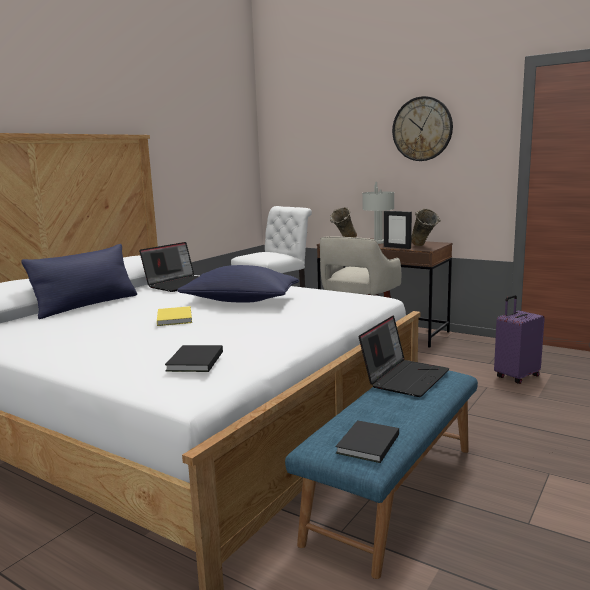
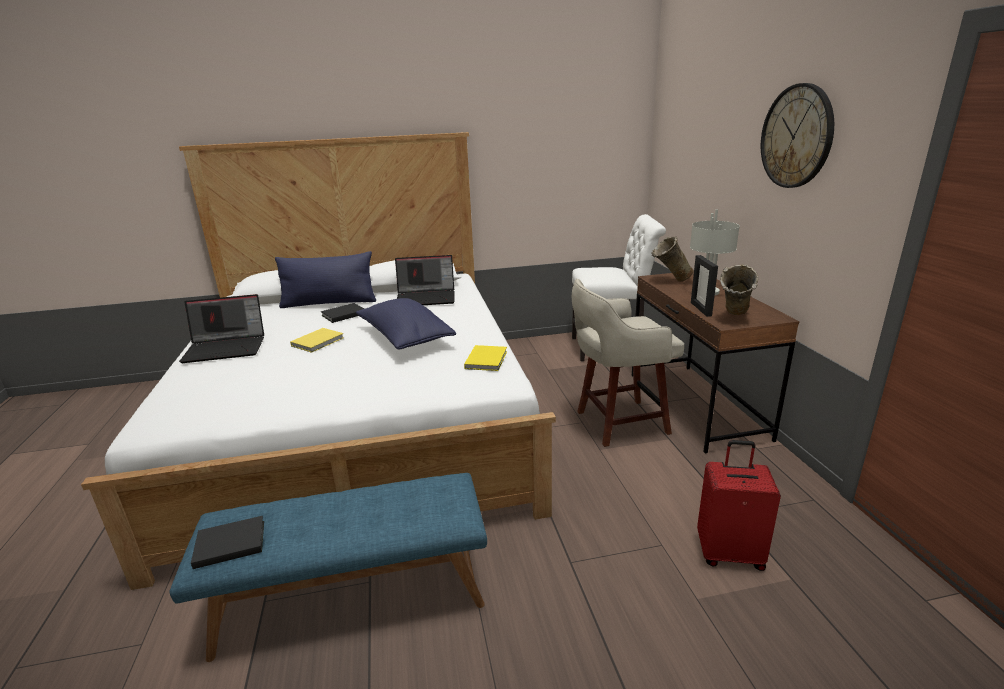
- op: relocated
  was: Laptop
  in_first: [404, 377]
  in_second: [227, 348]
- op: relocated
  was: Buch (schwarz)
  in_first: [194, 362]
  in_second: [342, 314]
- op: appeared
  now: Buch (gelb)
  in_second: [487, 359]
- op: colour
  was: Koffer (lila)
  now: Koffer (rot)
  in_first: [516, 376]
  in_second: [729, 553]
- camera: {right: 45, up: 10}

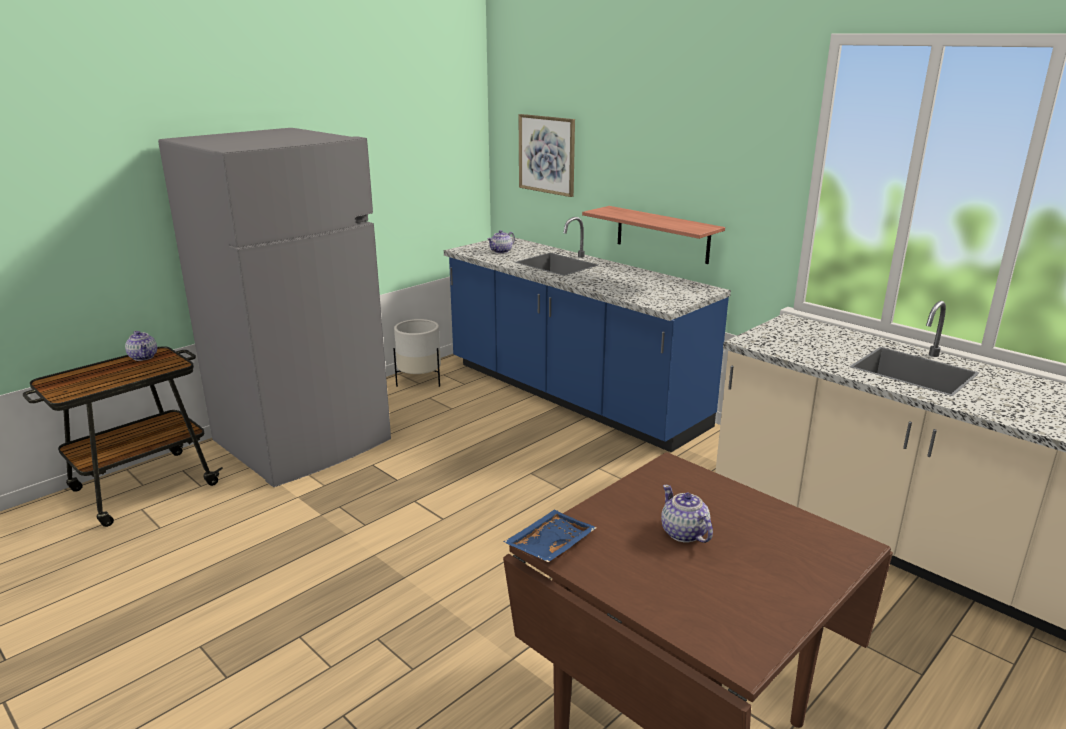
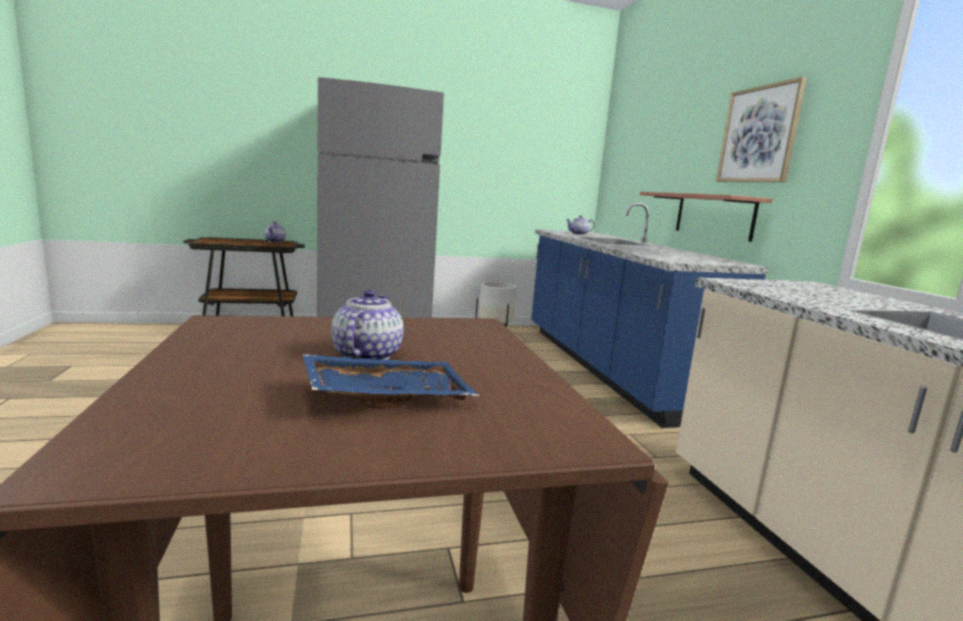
- op: relocated
  was: Tablett (blau)
  in_first: [549, 545]
  in_second: [388, 396]
- op: relocated
  was: Bild
  in_first: [547, 154]
  in_second: [759, 135]
- camera: {right: 30, up: -10}

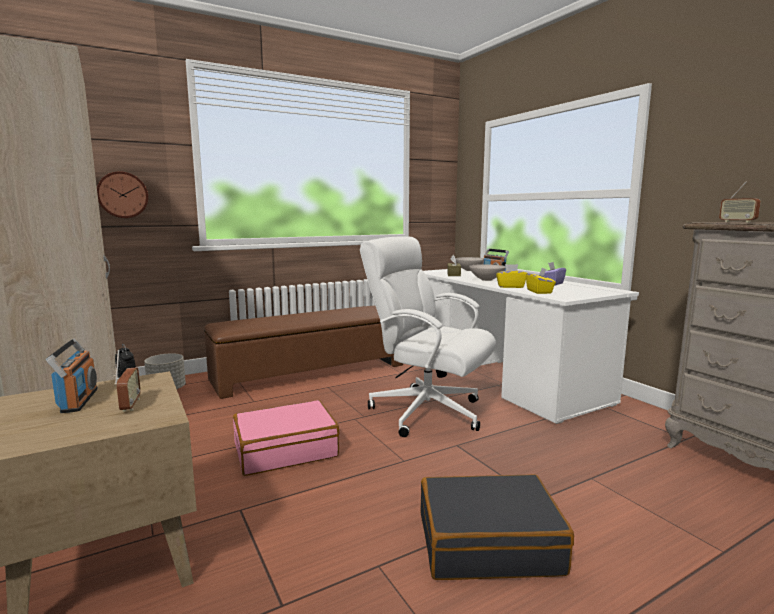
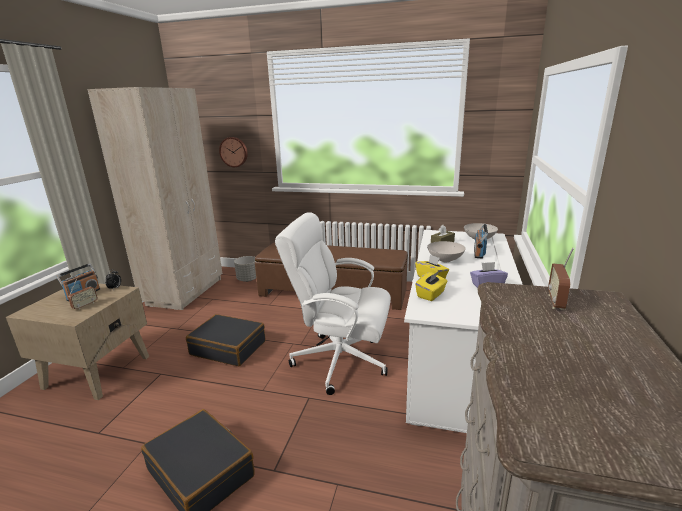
- op: colour
  was: Koffer (rosa)
  now: Koffer (schwarz)
  in_first: [285, 450]
  in_second: [228, 348]
- op: spun
  was: Bürostuhl (weiß)
  in_first: [427, 412]
  in_second: [340, 361]
  clockwise: -60
- camera: {right: 45, up: 10}

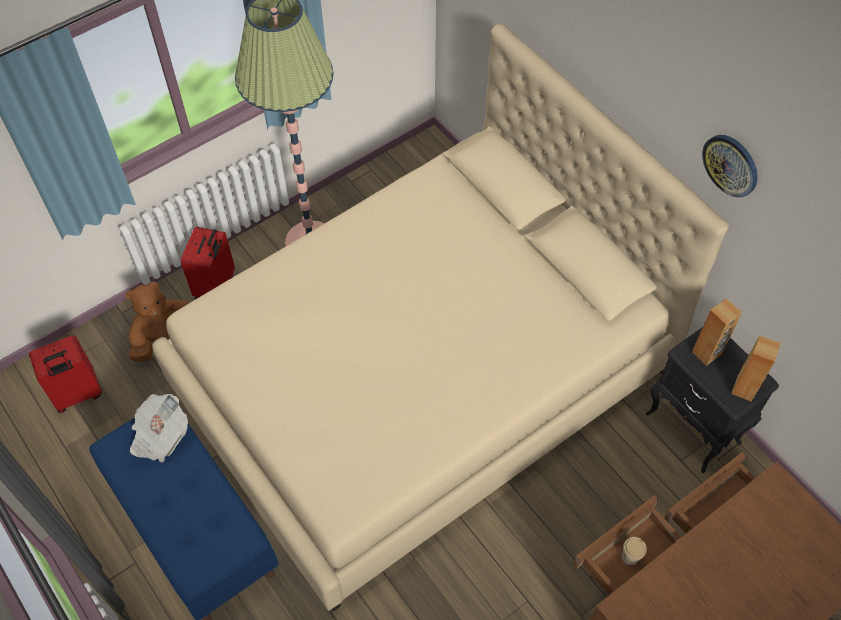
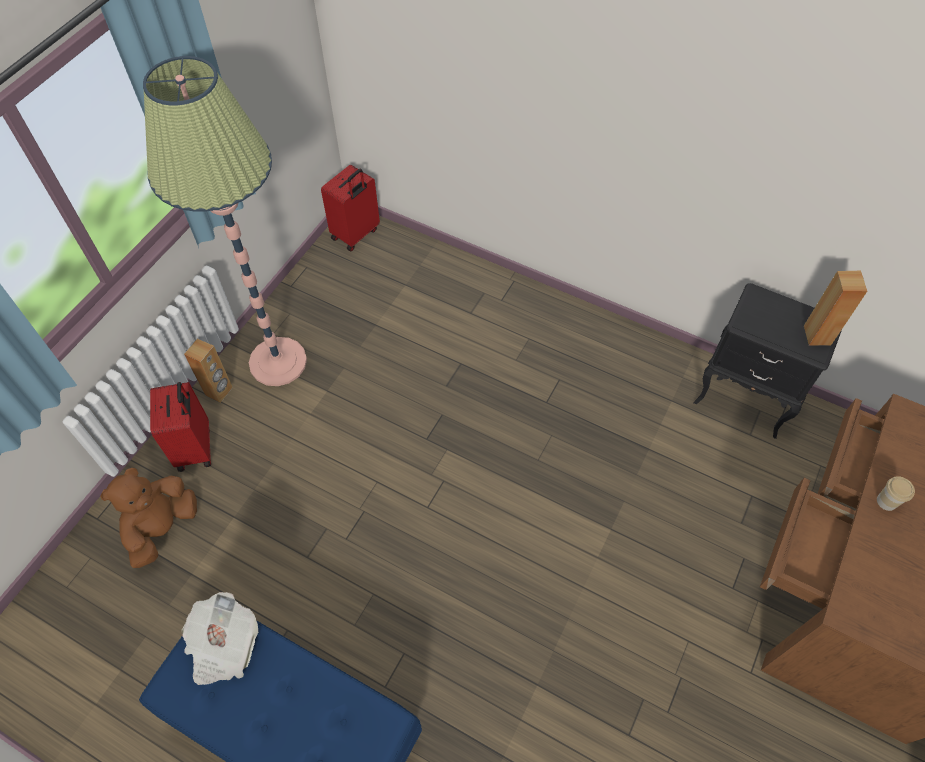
- op: relocated
  was: Lautsprecher (braun)
  in_first: [707, 353]
  in_second: [219, 391]
- op: relocated
  was: Koffer (rot)
  in_first: [77, 394]
  in_second: [356, 234]
- op: relocated
  was: Tasse
  in_first: [630, 557]
  in_second: [886, 501]
- op: missing
  was: Bett (beige)
  in_first: [422, 377]
- op: missing
  was: Wanduhr
  in_first: [731, 165]
- camera: {right: -25, up: 0}

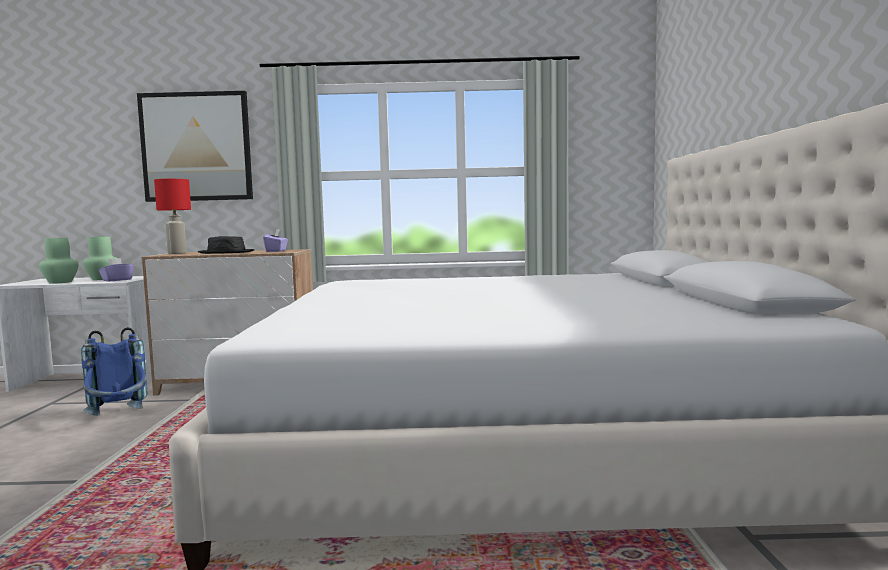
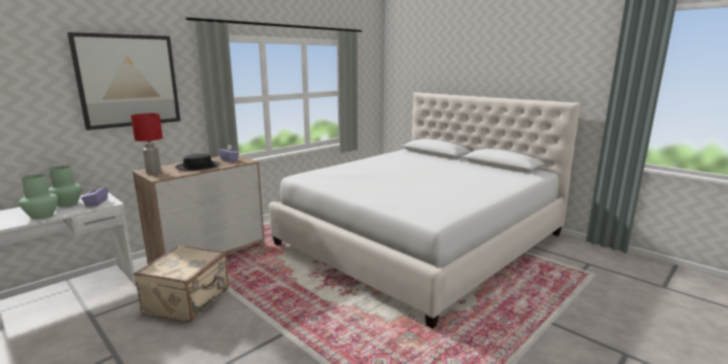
- op: exchanged
  was: Rucksack (blau)
  now: Koffer (beige)
  in_first: [118, 417]
  in_second: [189, 301]
- camera: {right: -45, up: 10}

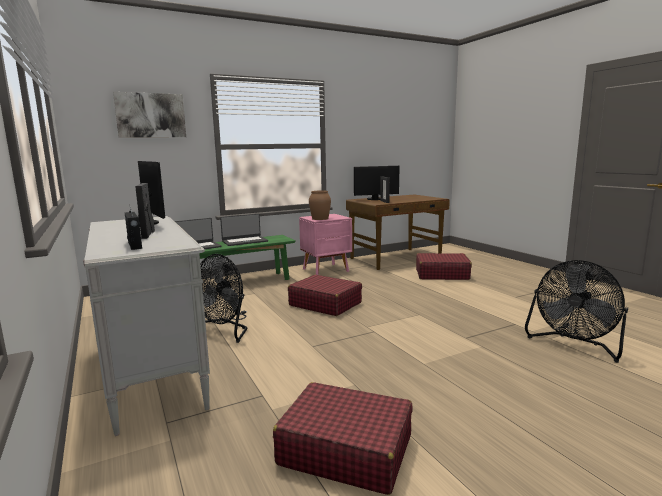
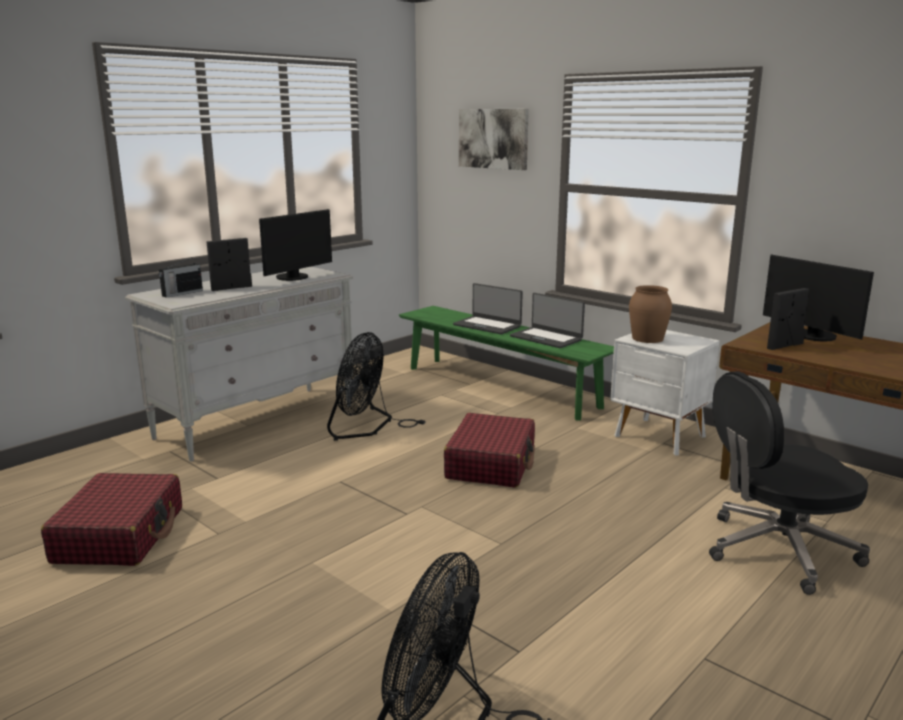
- op: colour
  was: Nachttisch (rosa)
  now: Nachttisch (weiß)
  in_first: [326, 270]
  in_second: [660, 437]
- op: exchanged
  was: Koffer (rot)
  now: Bürostuhl (schwarz)
  in_first: [441, 274]
  in_second: [777, 550]
- camera: {right: 70, up: 5}

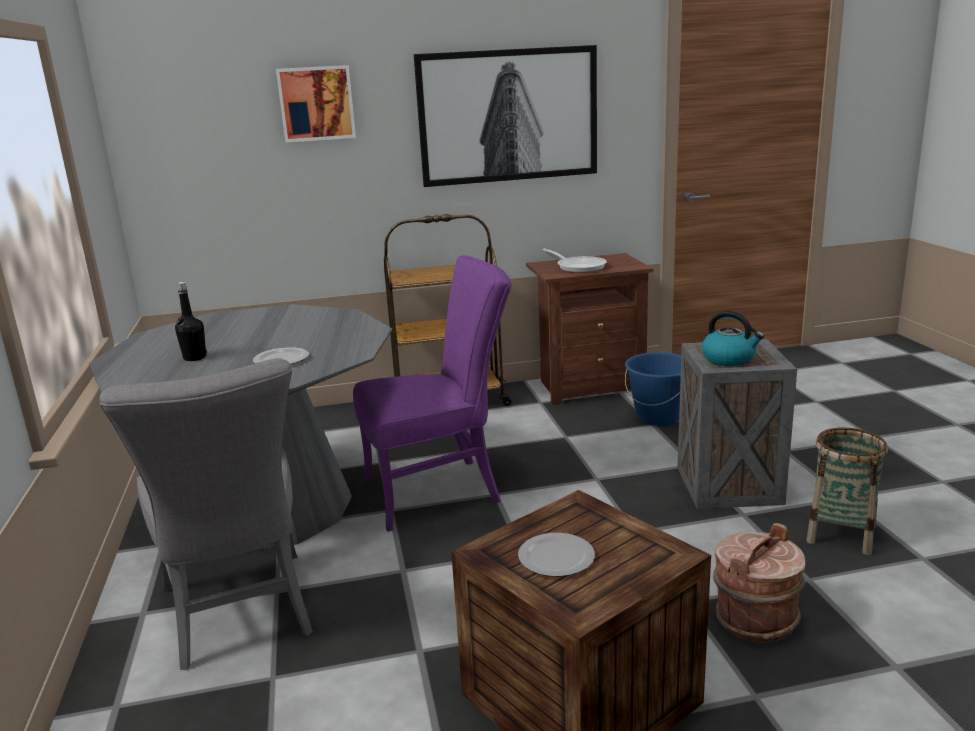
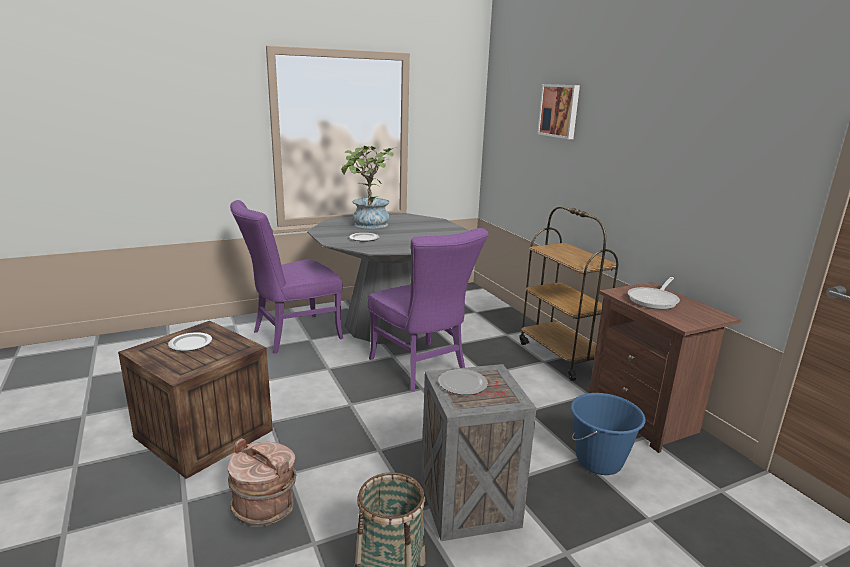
- op: colour
  was: Stuhl (grau)
  now: Stuhl (lila)
  in_first: [241, 615]
  in_second: [291, 335]
- op: exchanged
  was: Flasche (schwarz)
  now: Topfpflanze
  in_first: [195, 357]
  in_second: [368, 225]
- op: exchanged
  was: Wasserkessel
  now: Teller
  in_first: [729, 359]
  in_second: [463, 384]
- op: missing
  was: Bild
  in_first: [508, 116]
- camera: {right: 75, up: 0}

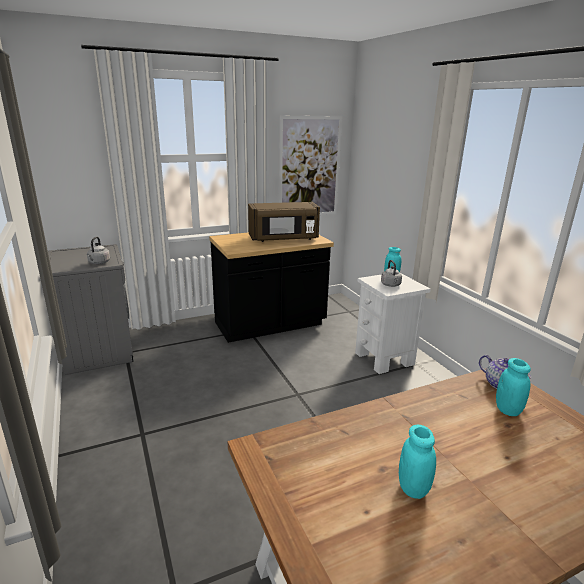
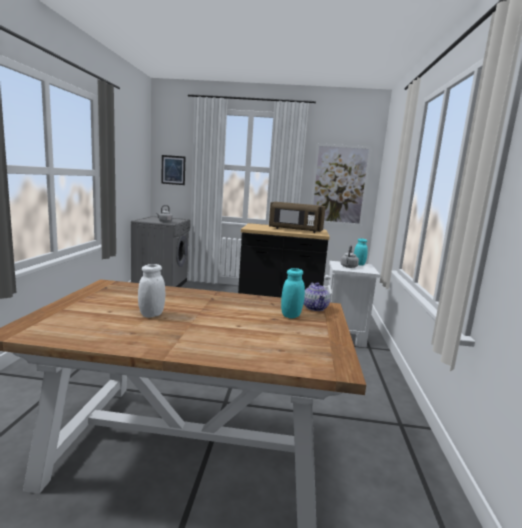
- op: colour
  was: Vorratsglas (türkis)
  now: Vorratsglas (weiß)
  in_first: [413, 488]
  in_second: [151, 314]
- op: appeared
  now: Bild
  in_second: [173, 170]
- camera: {right: 30, up: -10}

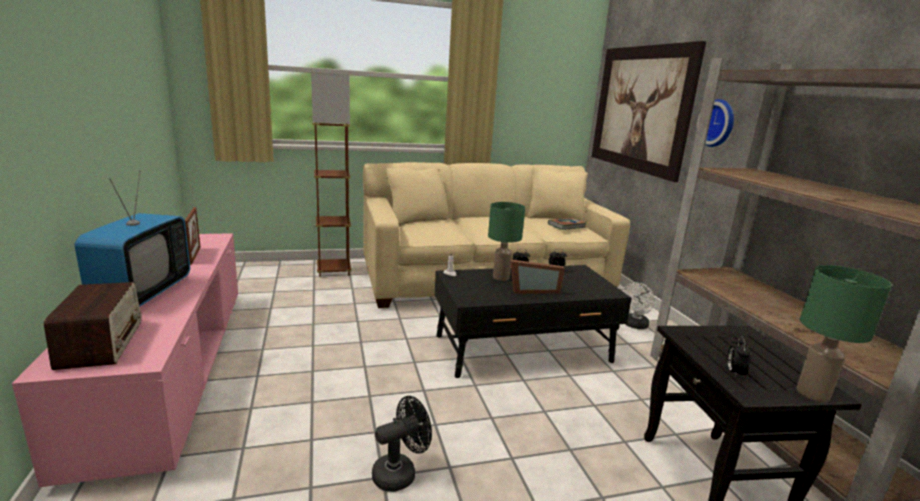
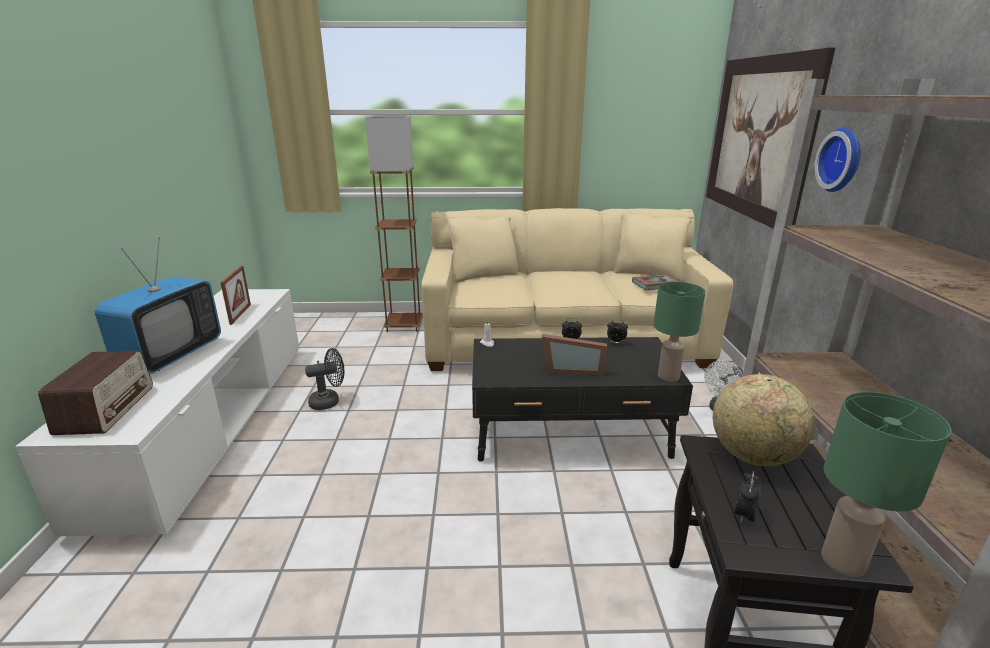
- op: colour
  was: Fernsehschrank (rosa)
  now: Fernsehschrank (weiß)
  in_first: [169, 366]
  in_second: [210, 423]
- op: relocated
  was: Ventilator (schwarz)
  in_first: [400, 473]
  in_second: [329, 401]
- op: relocated
  was: Tischlampe (grün)
  in_first: [501, 277]
  in_second: [668, 376]
- op: appeared
  now: Globus
  in_second: [753, 456]
- camera: {right: 15, up: 5}

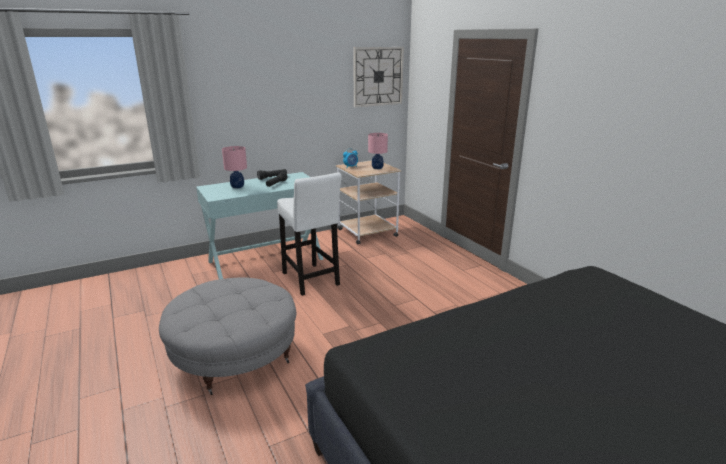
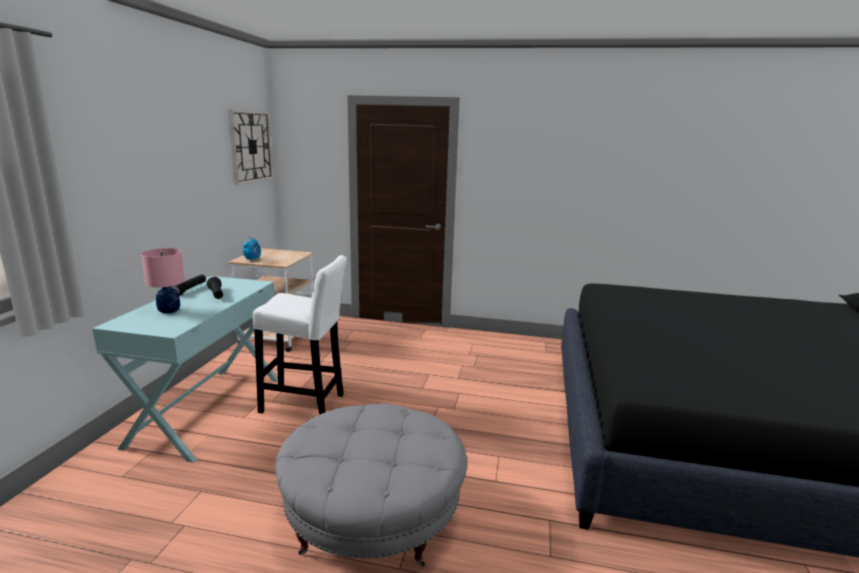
- op: missing
  was: Tischlampe (rosa)
  in_first: [377, 168]
- camera: {right: -50, up: -5}

